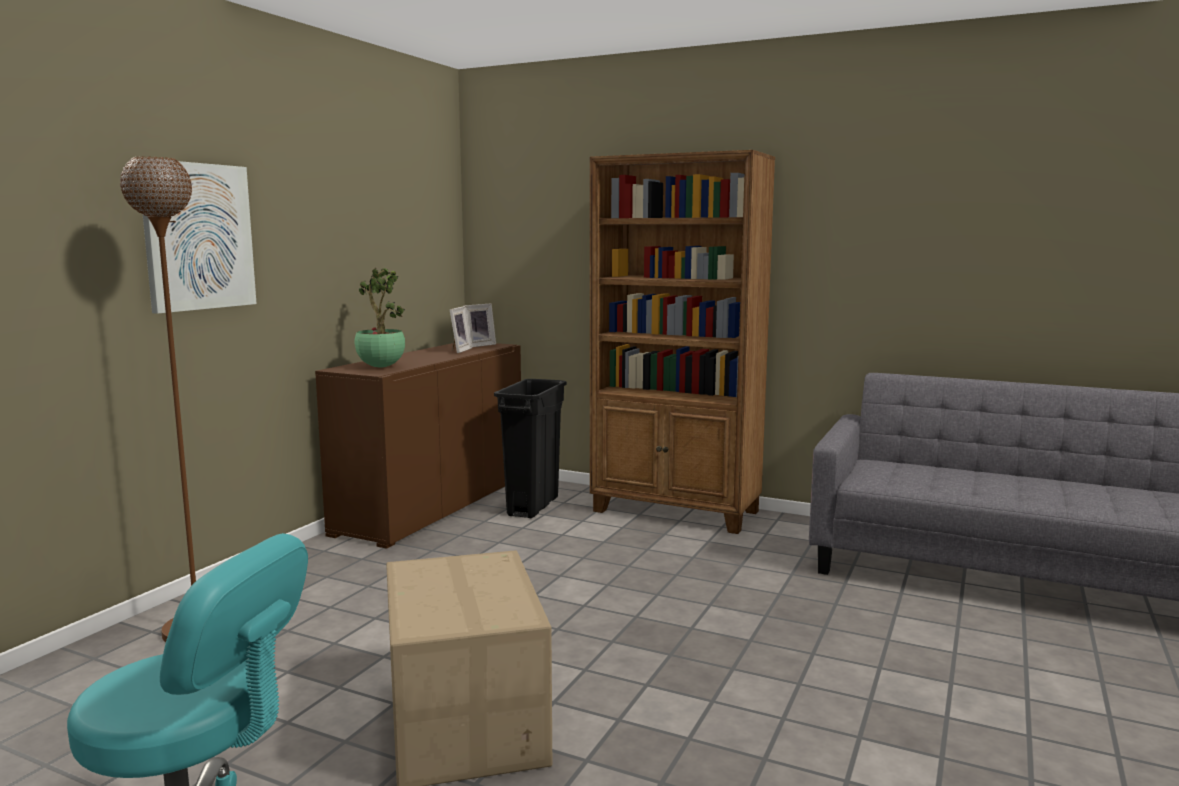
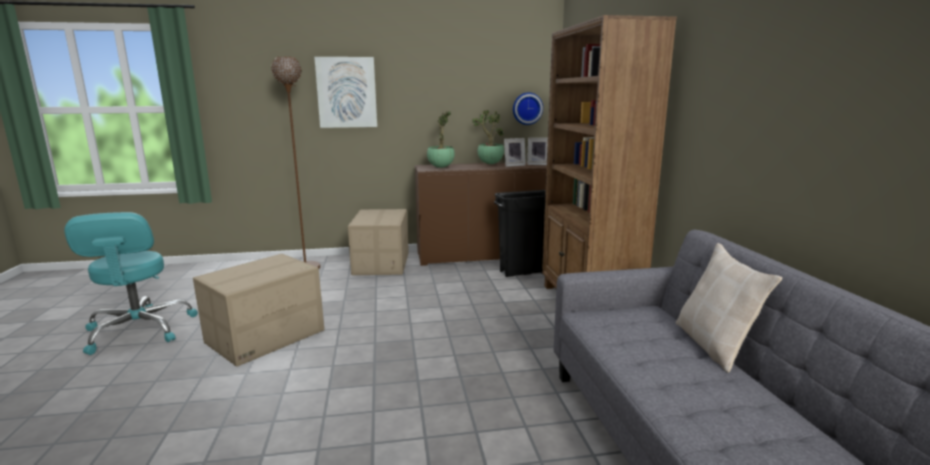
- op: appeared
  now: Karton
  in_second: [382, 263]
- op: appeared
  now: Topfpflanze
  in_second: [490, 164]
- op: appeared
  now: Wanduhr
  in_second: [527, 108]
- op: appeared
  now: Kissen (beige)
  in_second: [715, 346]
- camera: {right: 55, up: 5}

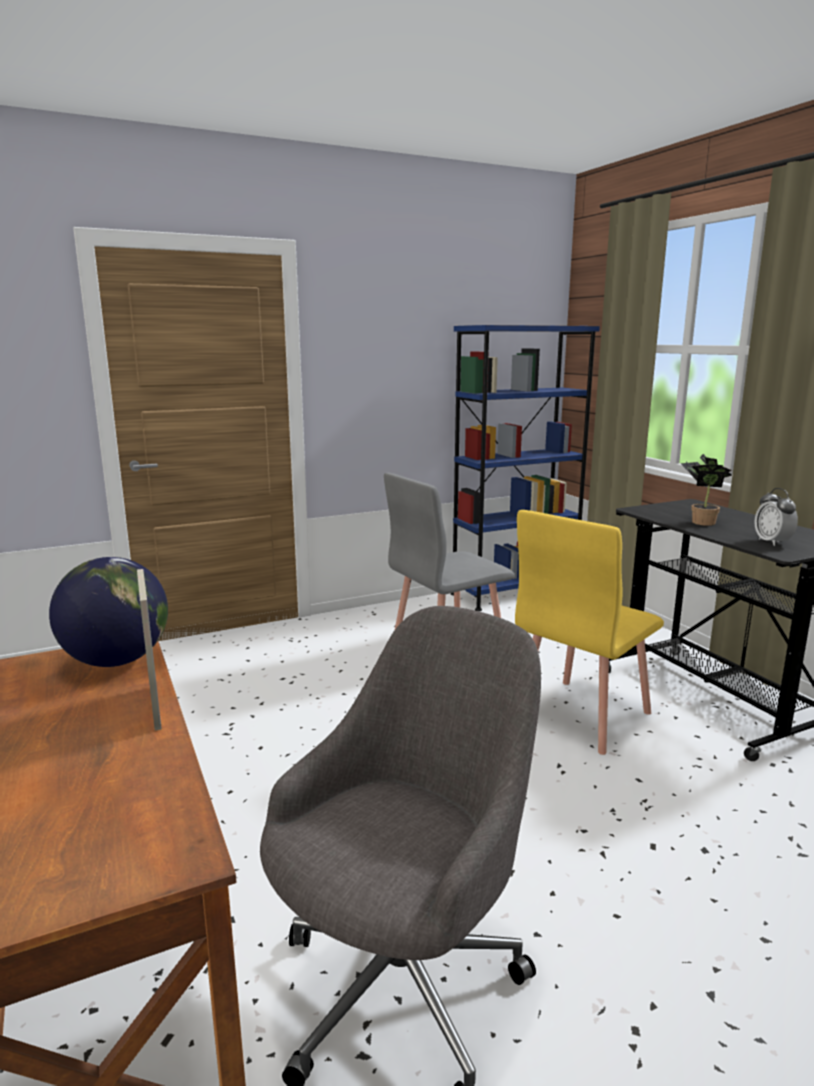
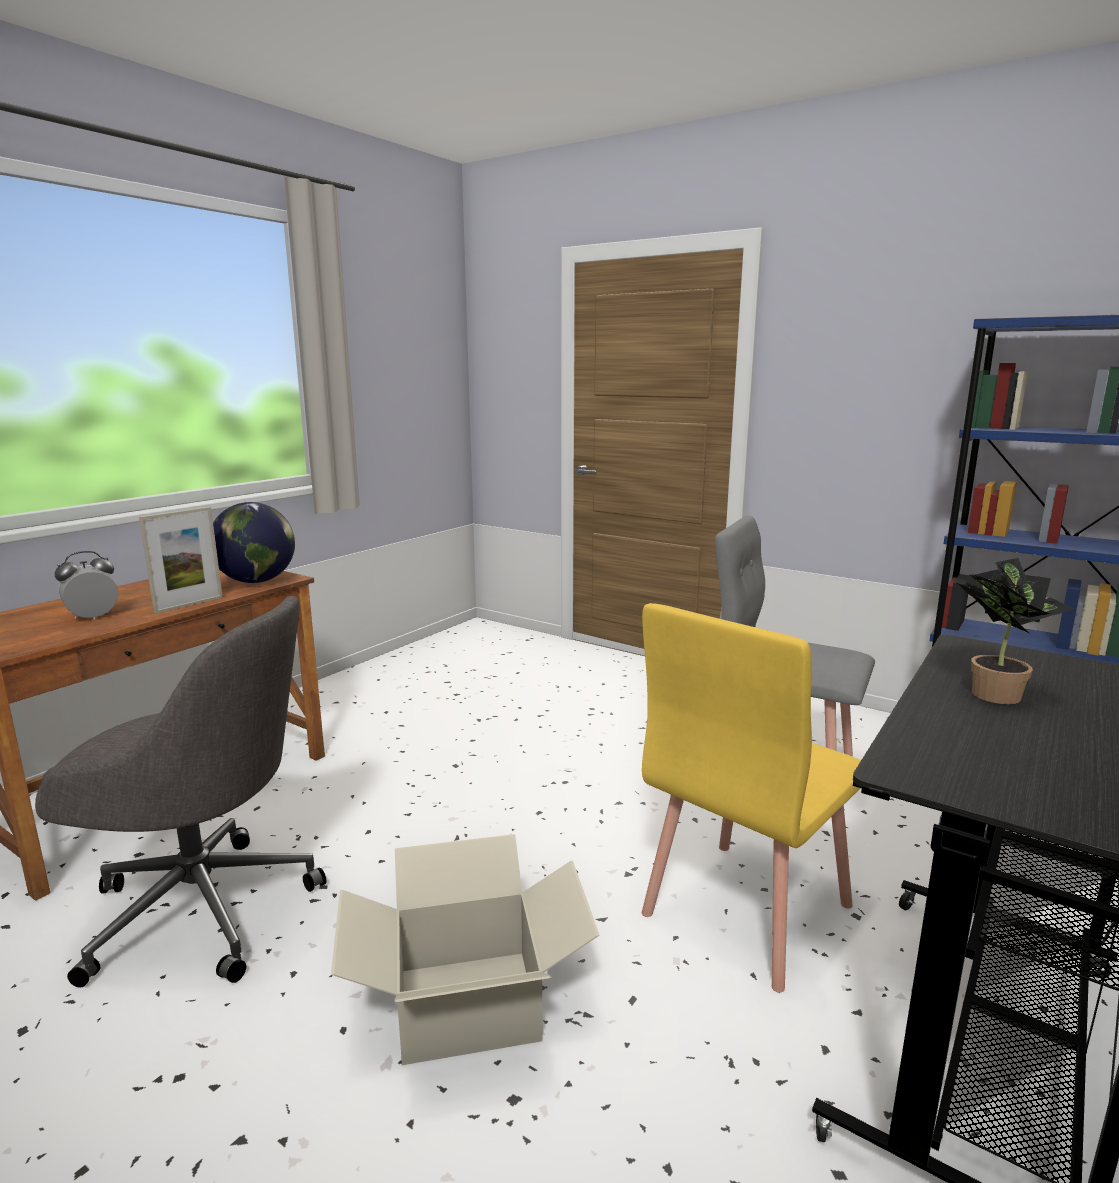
- op: relocated
  was: Wecker
  in_first: [772, 542]
  in_second: [93, 617]
- op: appeared
  now: Karton
  in_second: [468, 1006]
- op: spun
  was: Stuhl (gelb)
  in_first: [580, 715]
  in_second: [744, 909]
  clockwise: -60
- camera: {right: 60, up: 0}

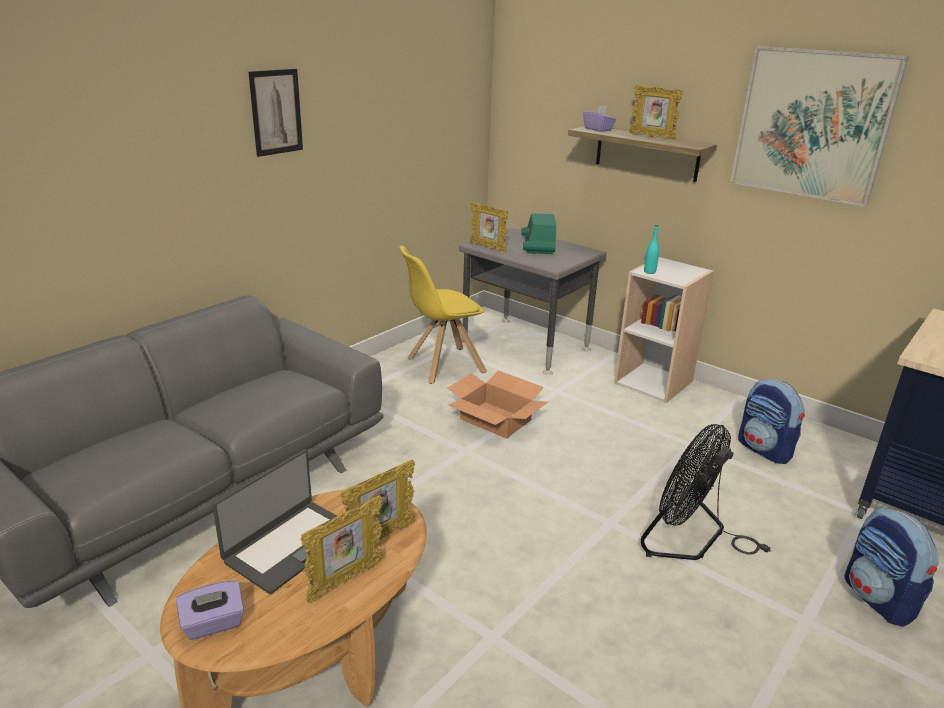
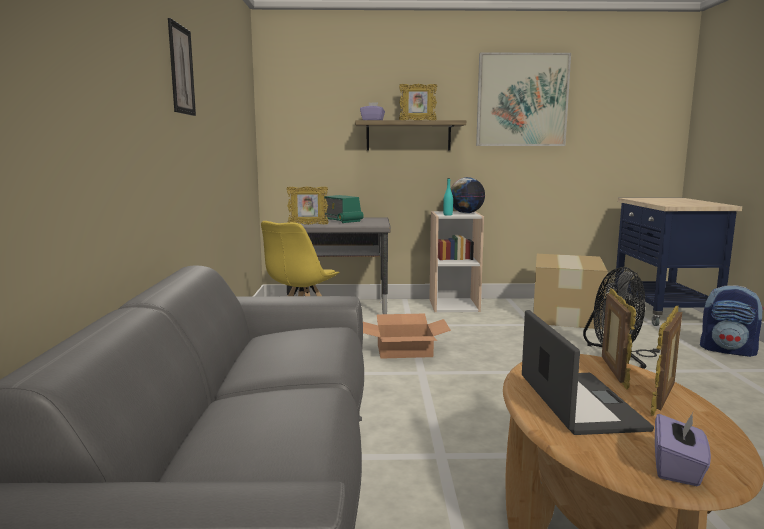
- op: appeared
  now: Globus
  in_second: [466, 213]
- op: exchanged
  was: Rucksack
  now: Karton
  in_first: [765, 450]
  in_second: [566, 315]
- op: spun
  was: Bilderrahmen
  in_first: [345, 581]
  in_second: [663, 400]
  clockwise: -150
- camera: {right: -40, up: -15}

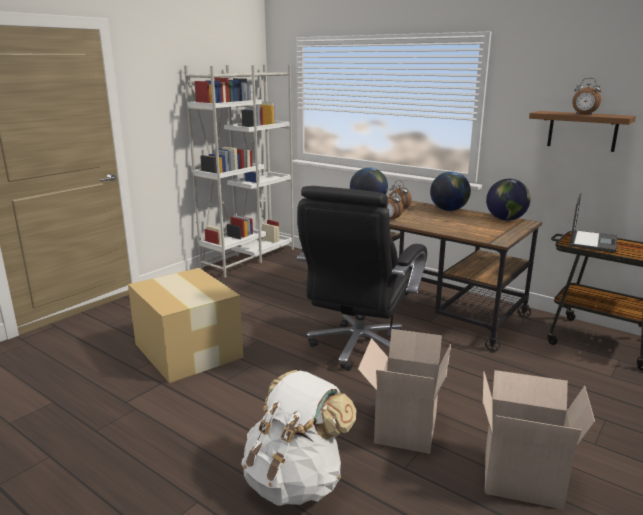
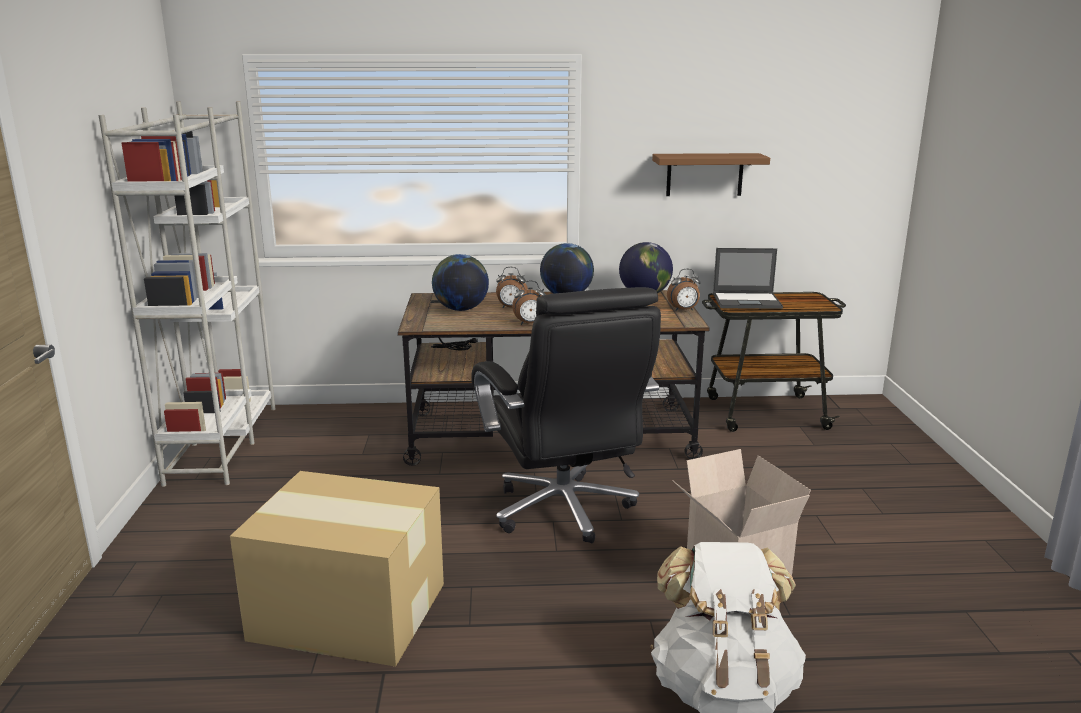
- op: relocated
  was: Wecker
  in_first: [583, 114]
  in_second: [683, 310]
- op: spun
  was: Laptop
  in_first: [593, 241]
  in_second: [747, 301]
  clockwise: 105
- op: missing
  was: Karton
  in_first: [523, 477]
- camera: {right: -40, up: 0}

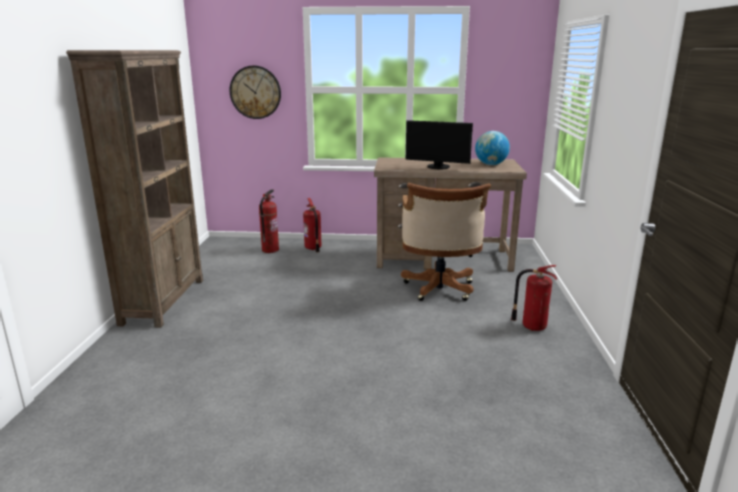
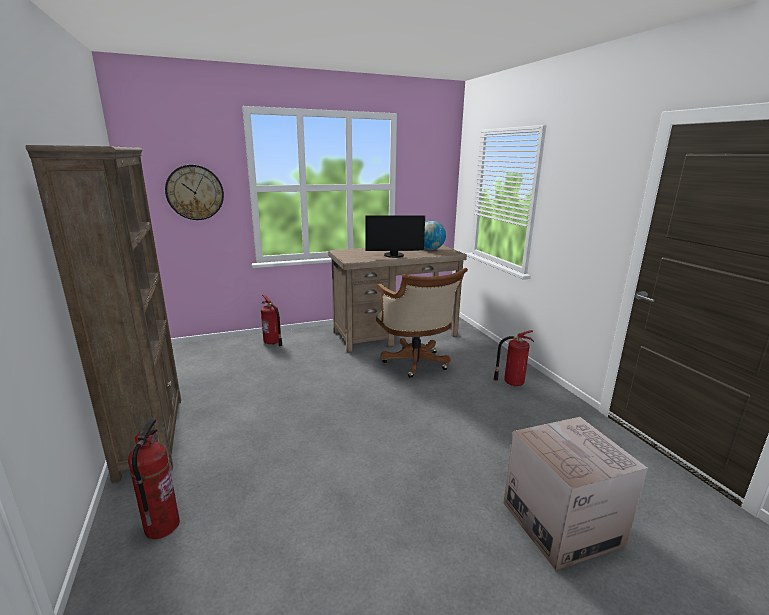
- op: relocated
  was: Feuerlöscher
  in_first: [270, 250]
  in_second: [162, 526]
- op: appeared
  now: Karton
  in_second: [561, 523]
- camera: {right: -25, up: 0}

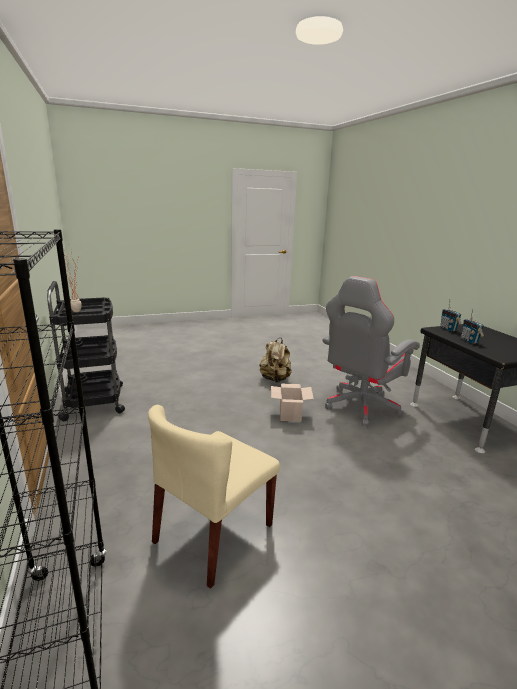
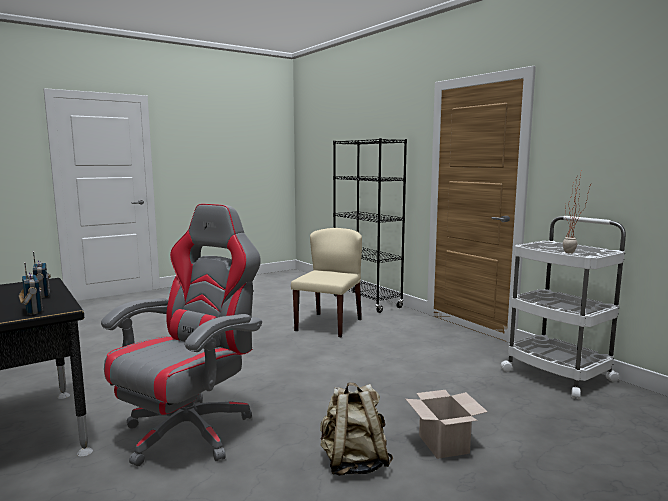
- op: relocated
  was: Karton
  in_first: [289, 414]
  in_second: [445, 445]
- op: colour
  was: Rollwagen (schwarz)
  now: Rollwagen (weiß)
  in_first: [94, 402]
  in_second: [556, 375]
- camera: {right: 165, up: -10}

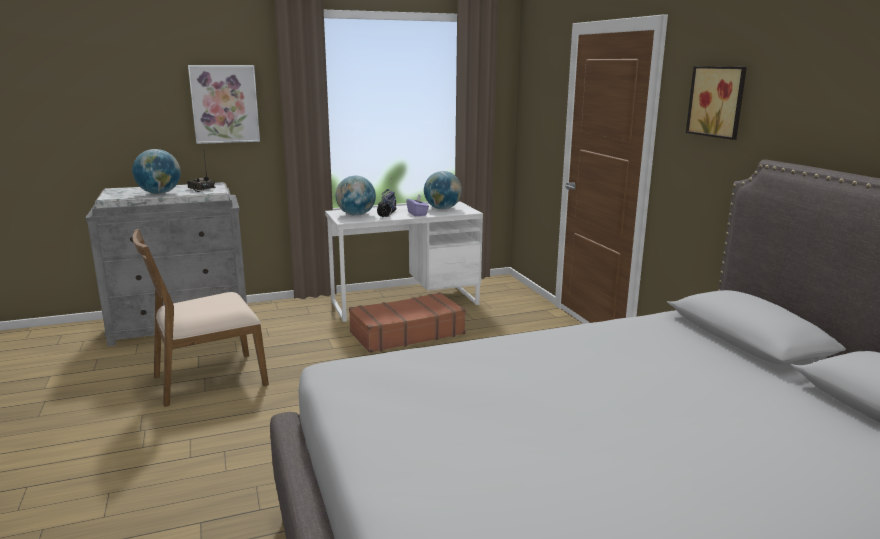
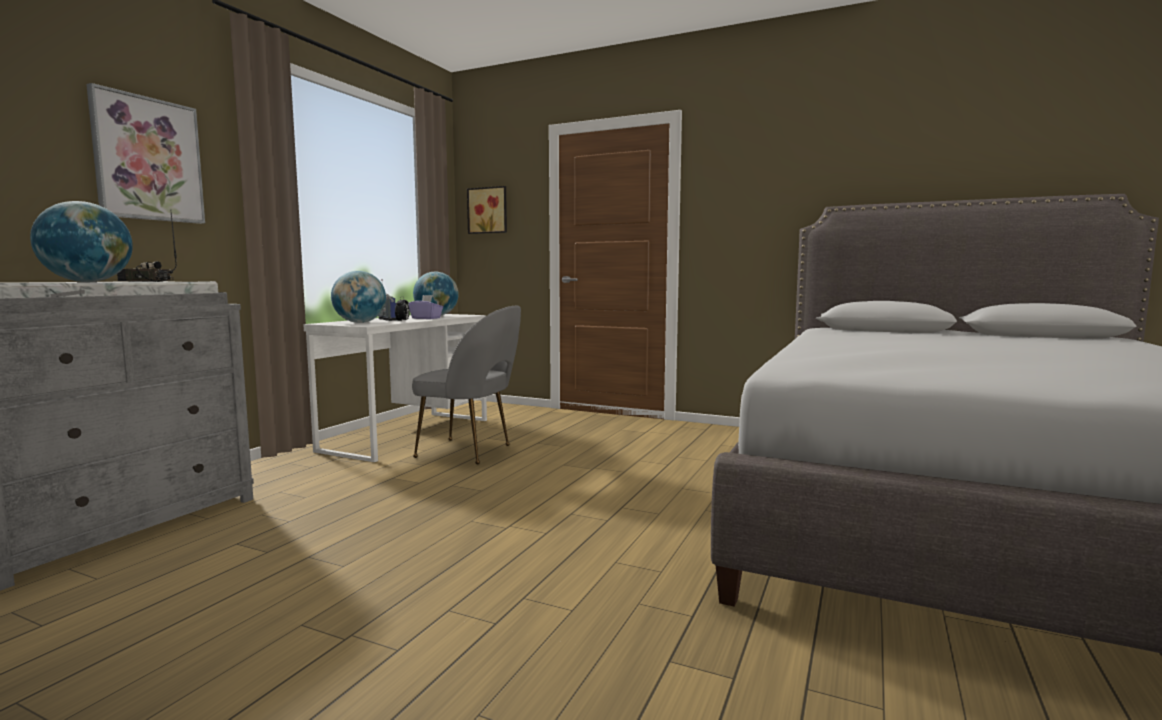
- op: exchanged
  was: Koffer (braun)
  now: Stuhl (grau)
  in_first: [406, 333]
  in_second: [470, 452]
- op: relocated
  was: Bild
  in_first: [718, 101]
  in_second: [488, 210]
- op: missing
  was: Stuhl (braun)
  in_first: [209, 379]
- camera: {right: -45, up: -10}

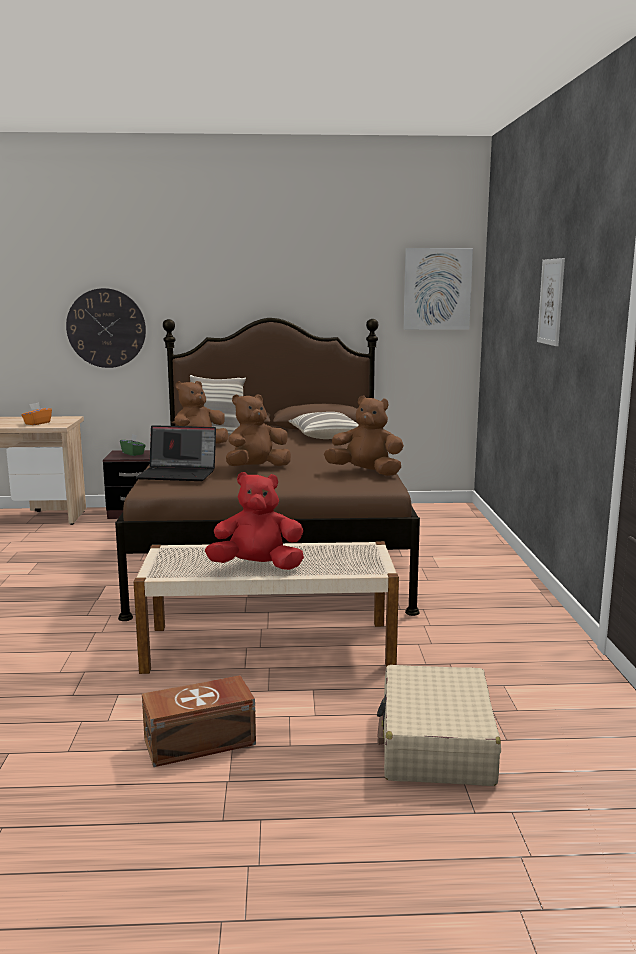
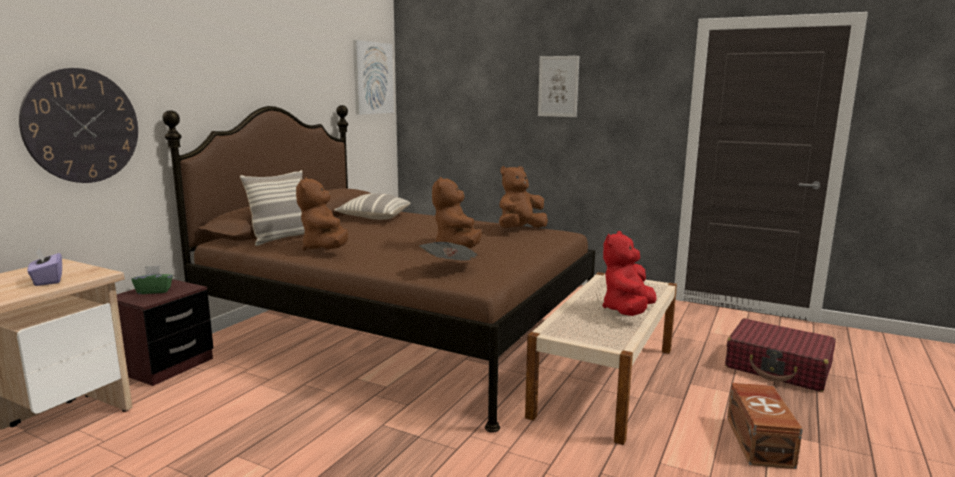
- op: colour
  was: Taschentuchbox (orange)
  now: Taschentuchbox (lila)
  in_first: [37, 423]
  in_second: [47, 280]
- op: exchanged
  was: Laptop
  now: Zeitung
  in_first: [179, 474]
  in_second: [450, 267]
- op: colour
  was: Koffer (beige)
  now: Koffer (rot)
  in_first: [436, 743]
  in_second: [778, 367]
- camera: {right: -60, up: 0}

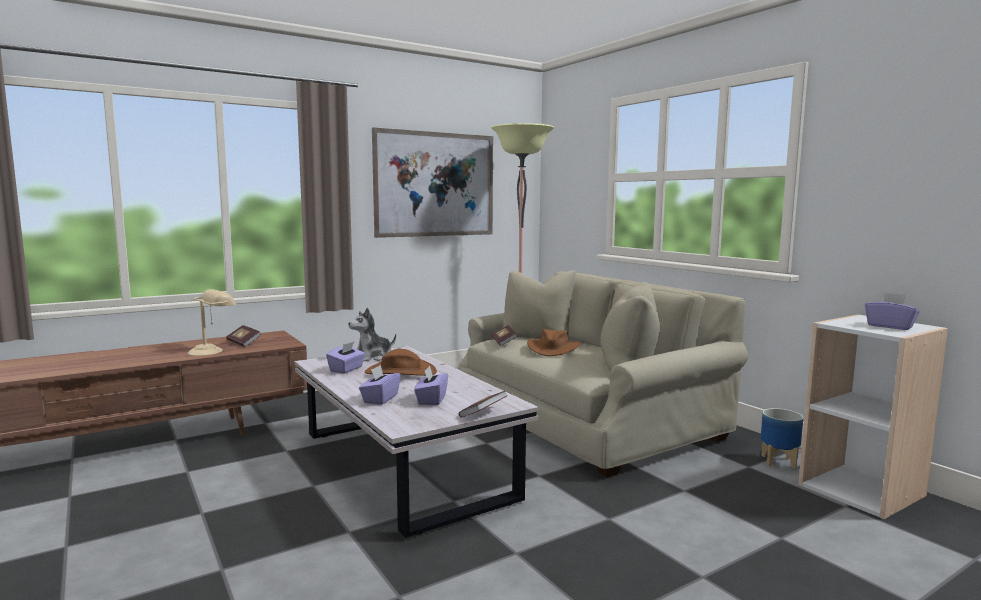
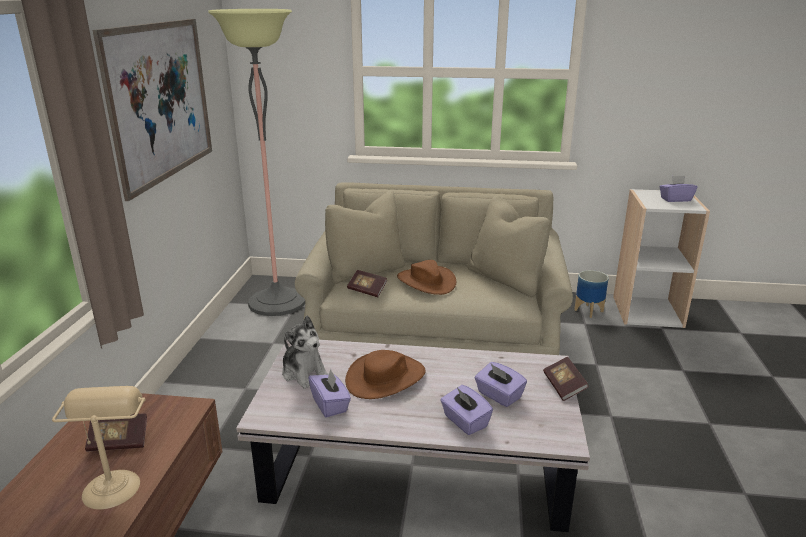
- op: spun
  was: Plüschtier
  in_first: [372, 357]
  in_second: [304, 373]
  clockwise: -45
- camera: {right: -50, up: 15}

